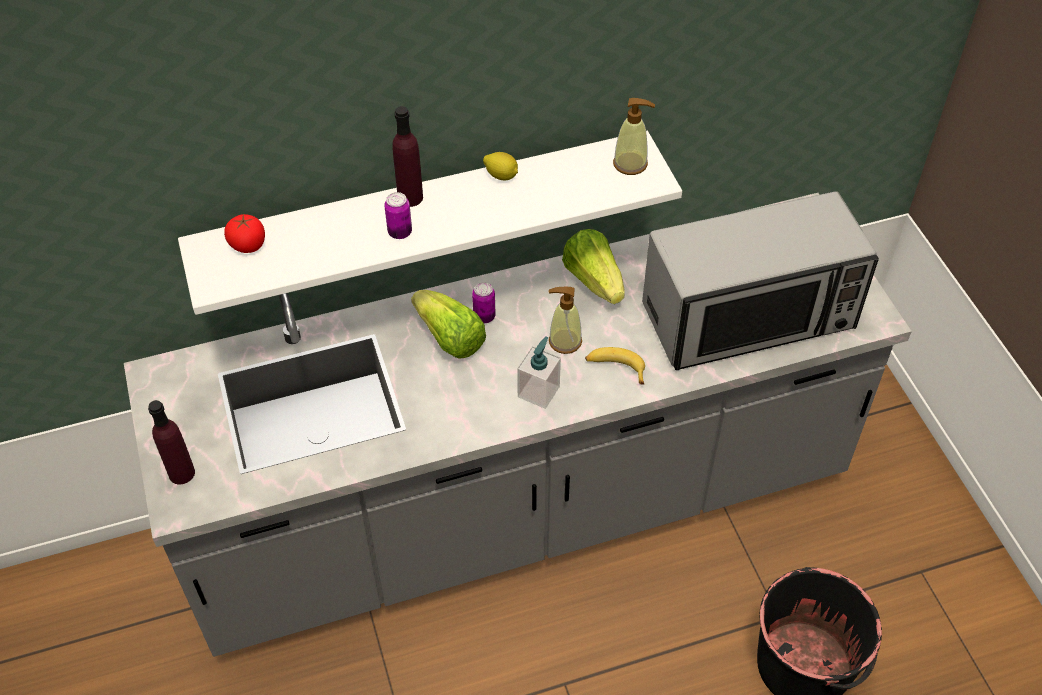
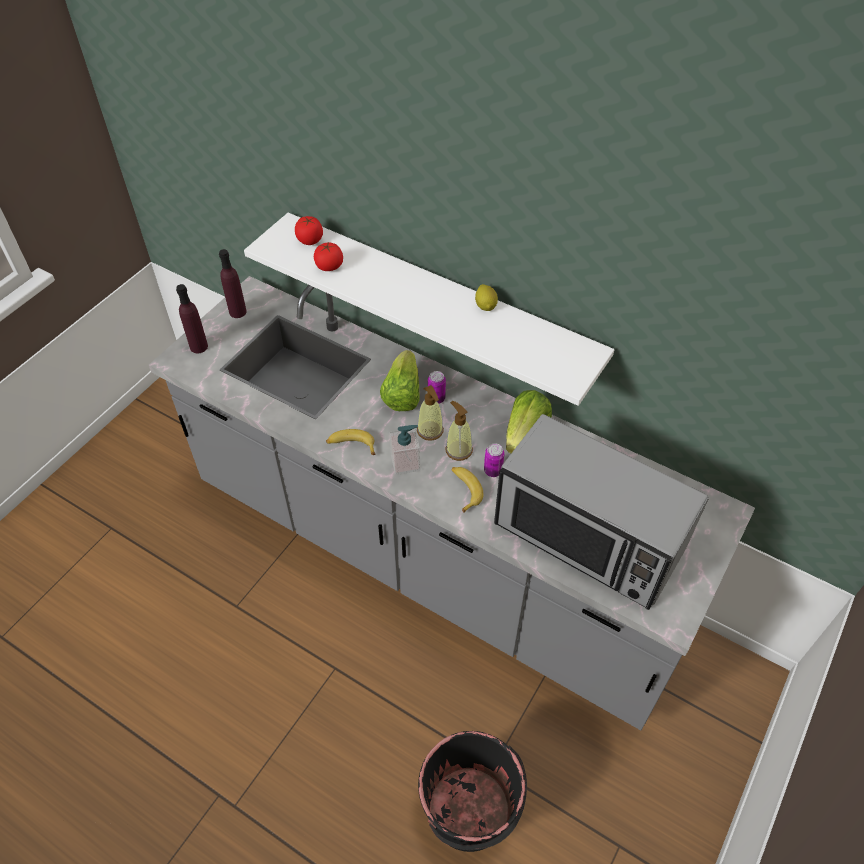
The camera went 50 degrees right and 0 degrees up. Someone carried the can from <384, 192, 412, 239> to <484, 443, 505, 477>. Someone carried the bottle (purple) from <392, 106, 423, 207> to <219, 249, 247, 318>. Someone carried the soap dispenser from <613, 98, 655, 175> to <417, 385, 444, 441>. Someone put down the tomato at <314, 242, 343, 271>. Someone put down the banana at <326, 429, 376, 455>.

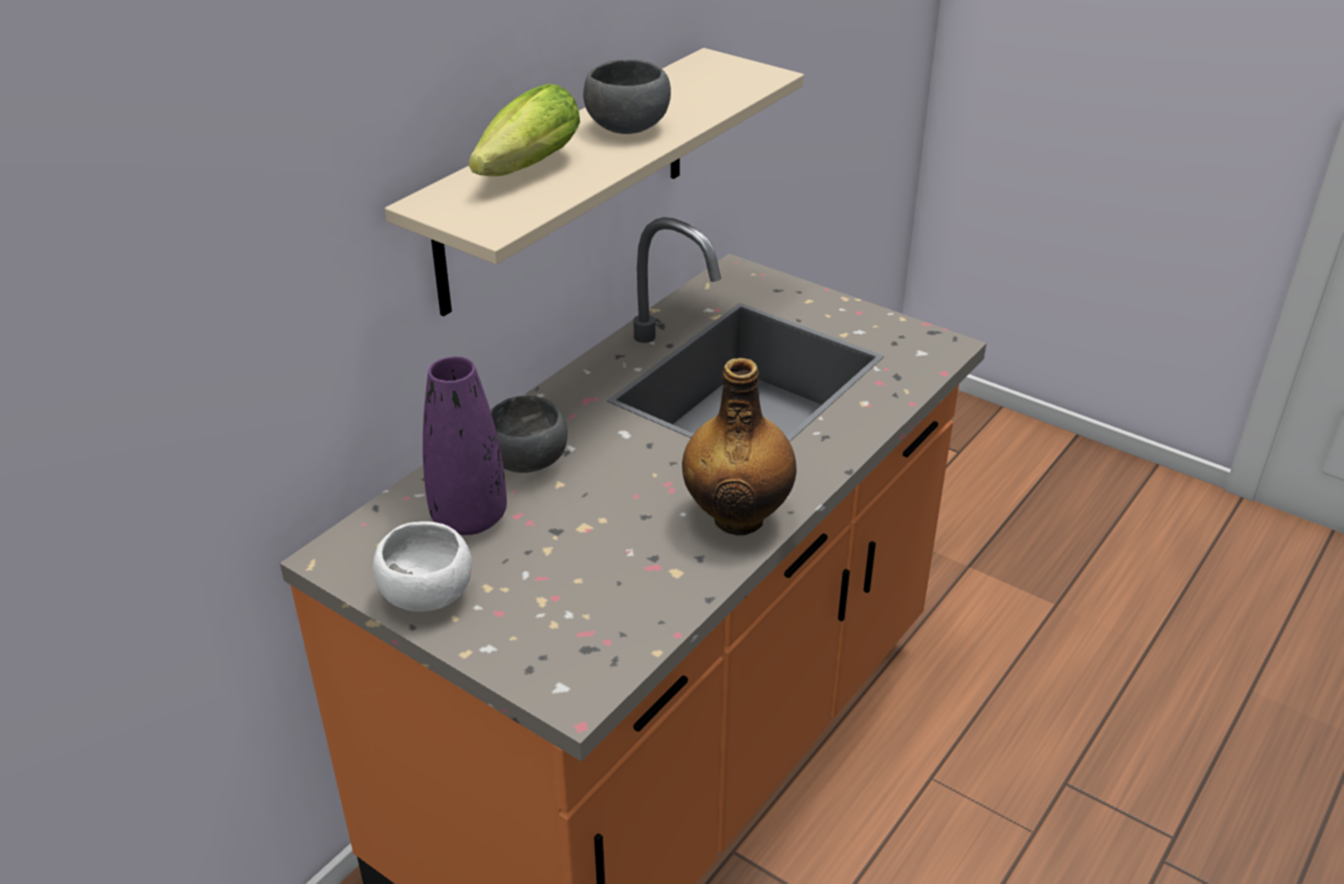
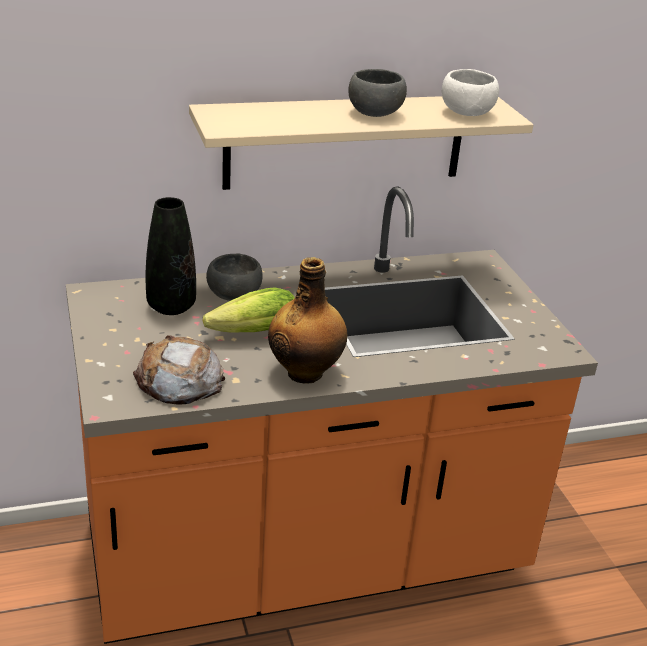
The camera went 35 degrees right and 5 degrees down. Someone carried the bowl (white) from <373, 521, 472, 612> to <442, 69, 499, 116>. Someone repainted the vase (purple) at <423, 357, 507, 535>, which became the vase (black) at <146, 197, 196, 315>. Someone carried the lettuce from <469, 84, 580, 176> to <202, 287, 295, 333>. Someone put down the bread at <133, 335, 225, 405>.

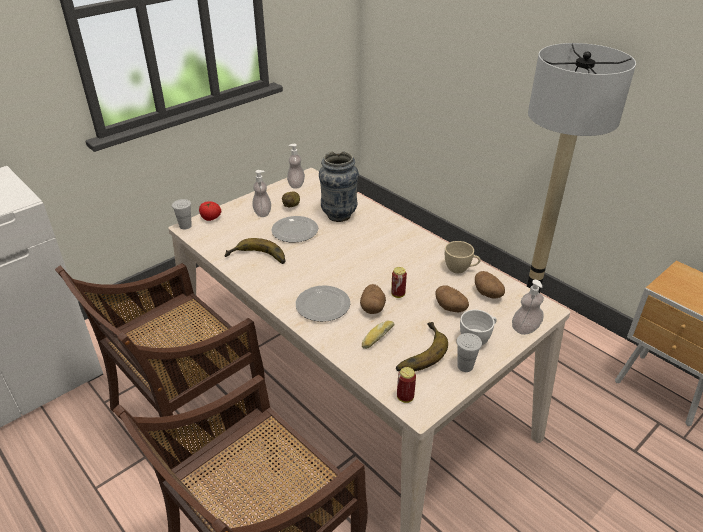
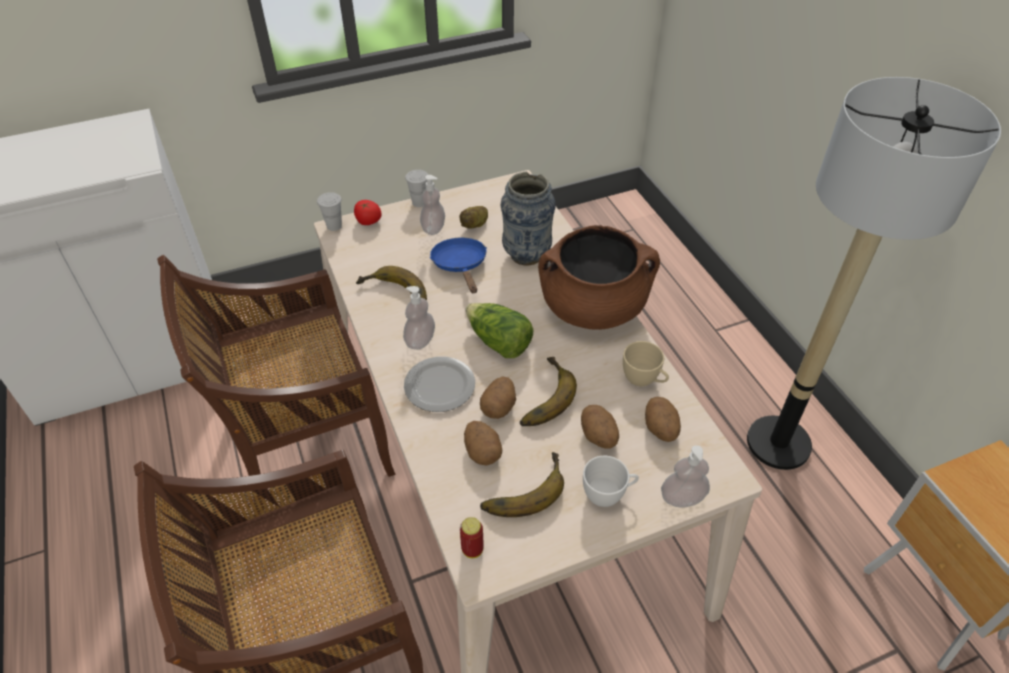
The camera went 20 degrees right and 10 degrees up. Someone swapped the plate at <271, 216, 318, 243> for the frying pan (blue) at <430, 238, 487, 293>. Someone carried the soap dispenser from <287, 144, 305, 189> to <403, 286, 435, 350>. Someone swapped the bread at <362, 321, 395, 349> for the potato at <464, 421, 502, 466>. Someone swapped the can at <391, 267, 407, 298> for the banana at <520, 357, 577, 426>. Someone carried the cup (white) from <456, 333, 482, 372> to <405, 170, 428, 207>. Someone put down the lettuce at <465, 303, 533, 358>. Someone put down the cooking pot (brown) at <538, 225, 660, 330>.

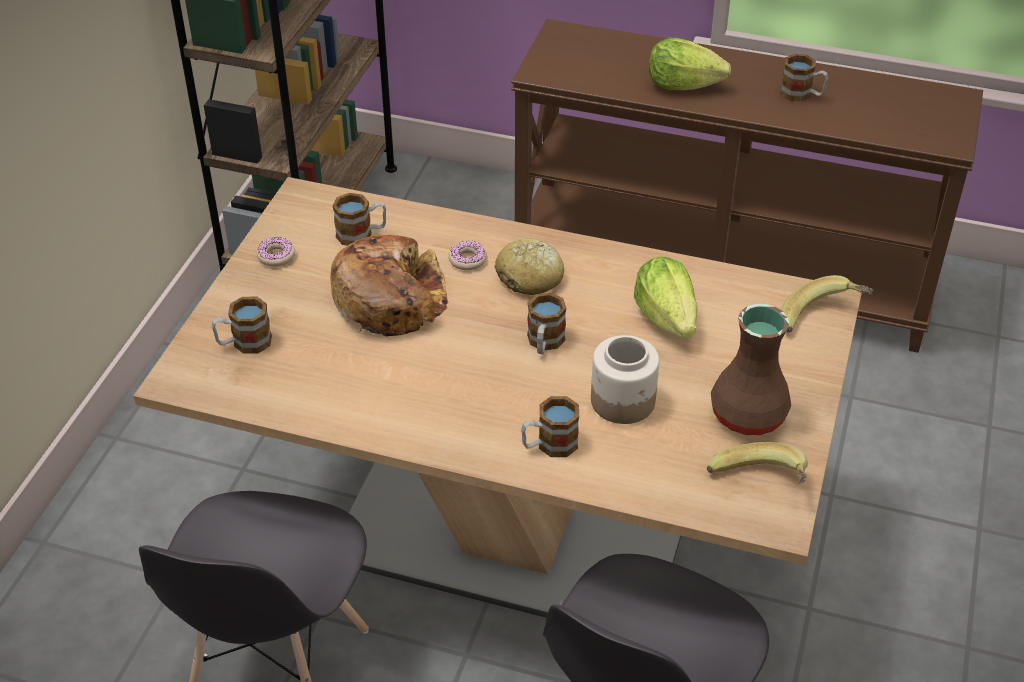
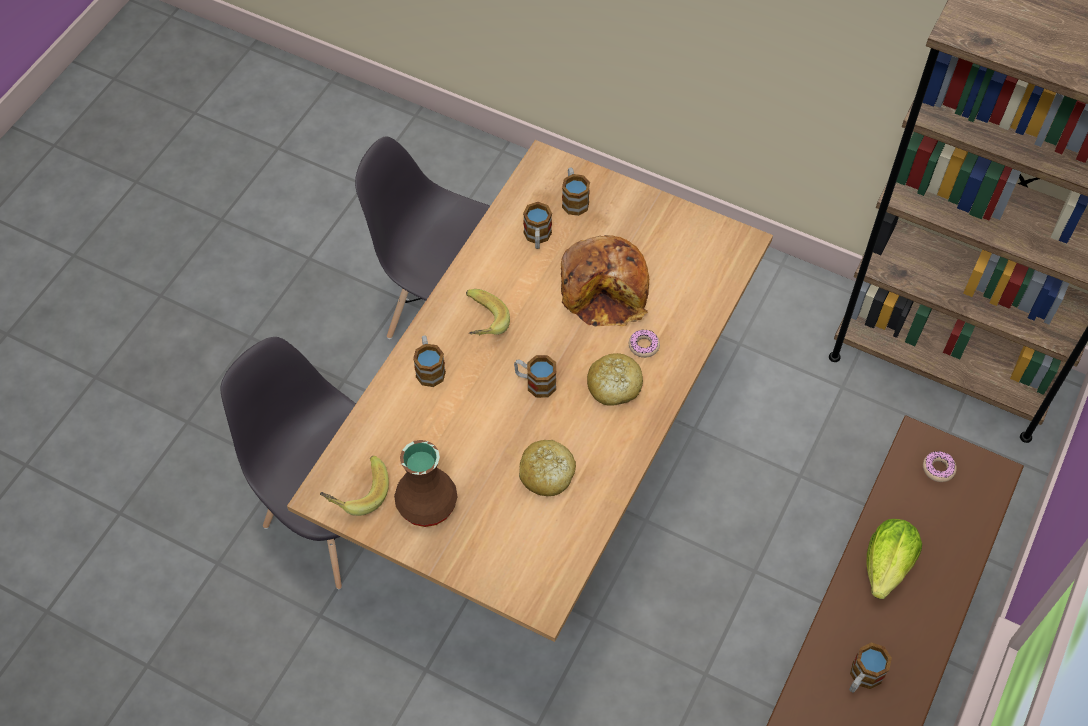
The camera went 100 degrees right and 15 degrees up. Someone carried the donut from <257, 237, 295, 267> to <923, 451, 957, 482>. Someone carried the mug from <332, 193, 386, 246> to <523, 202, 552, 249>. Someone took away the jar at <591, 335, 659, 424>. Someone swapped the lettuce at <634, 257, 698, 339> for the bread at <519, 440, 576, 496>. Someone carried the banana from <781, 275, 874, 333> to <466, 289, 510, 336>.

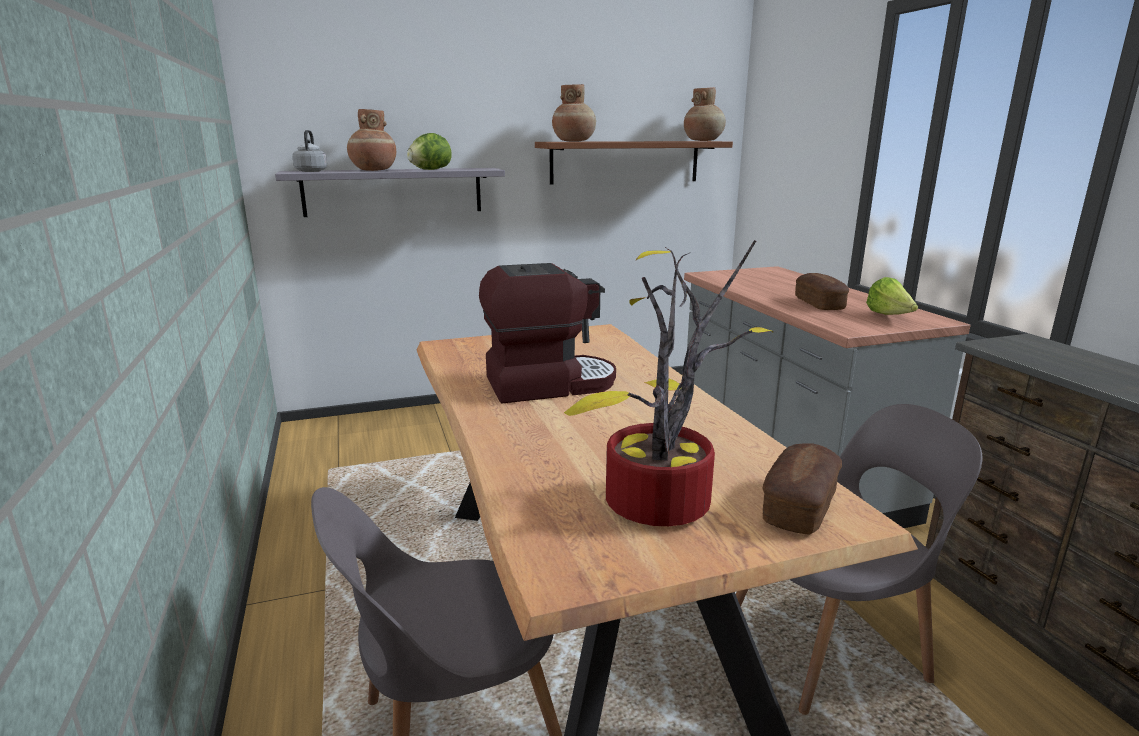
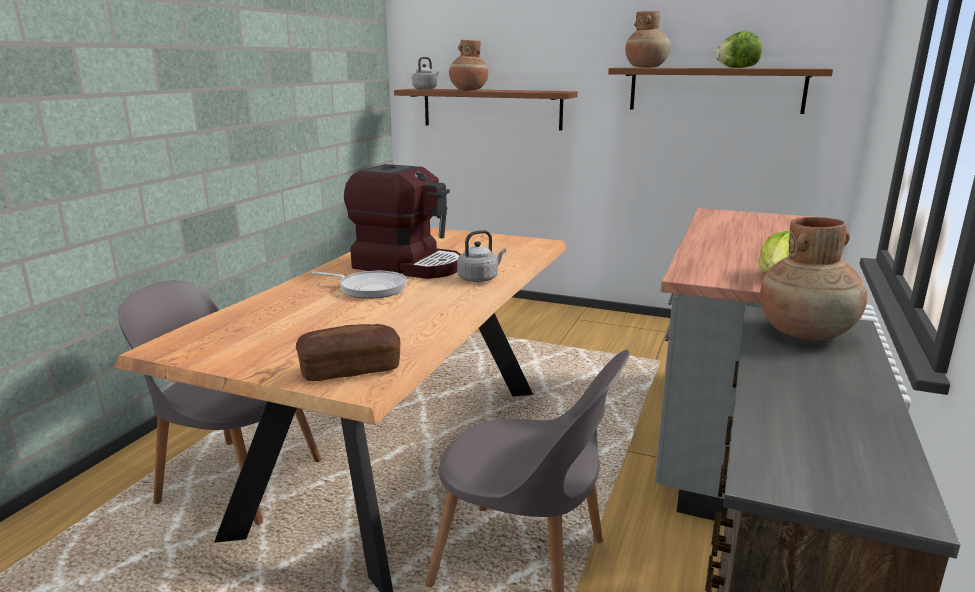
The camera went 40 degrees right and 0 degrees up. Someone repainted the shelf (grey) at <275, 168, 505, 217>, which became the shelf (brown) at <394, 88, 578, 131>. Someone carried the lettuce from <407, 133, 452, 170> to <715, 31, 762, 68>. Someone took away the potted plant at <564, 240, 773, 526>. Someone carried the vase (brown) from <684, 87, 726, 141> to <760, 217, 867, 340>. Someone took away the bread at <795, 273, 849, 310>. Someone put down the frying pan at <312, 271, 407, 299>. Someone put down the kettle (grey) at <457, 230, 506, 282>.

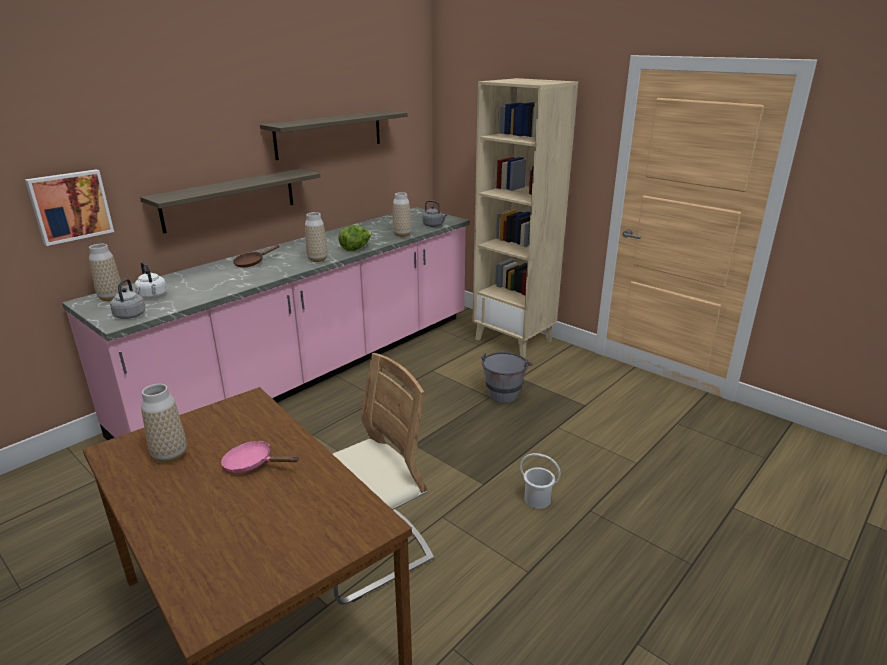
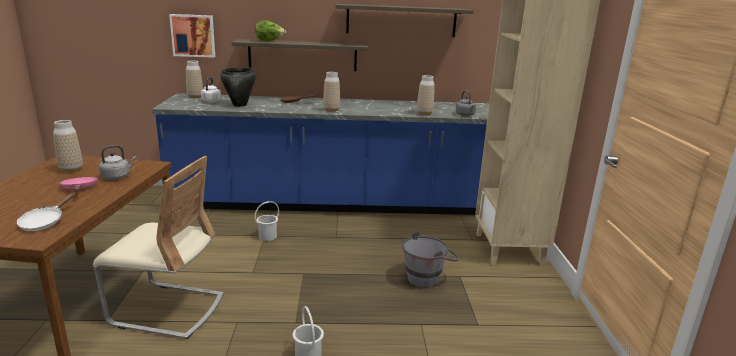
The camera went 45 degrees right and 5 degrees down. Someone repainted the counter (pink) at <62, 207, 470, 440>, which became the counter (blue) at <152, 93, 489, 215>. Someone carried the kettle (grey) from <110, 279, 145, 319> to <99, 145, 136, 180>. Someone carried the lettuce from <338, 225, 372, 251> to <255, 20, 286, 42>. Someone put down the frying pan (white) at <17, 192, 75, 231>. Someone put down the cooking pot (black) at <220, 68, 256, 107>. Someone put down the bucket (white) at <254, 201, 279, 241>.

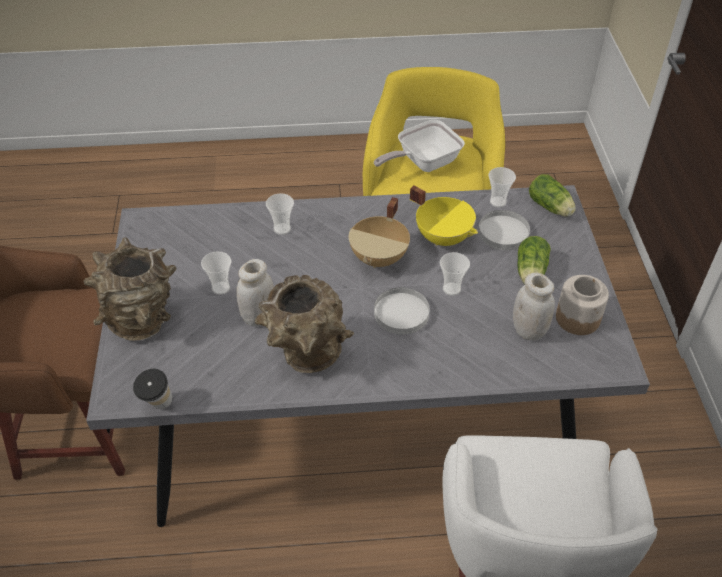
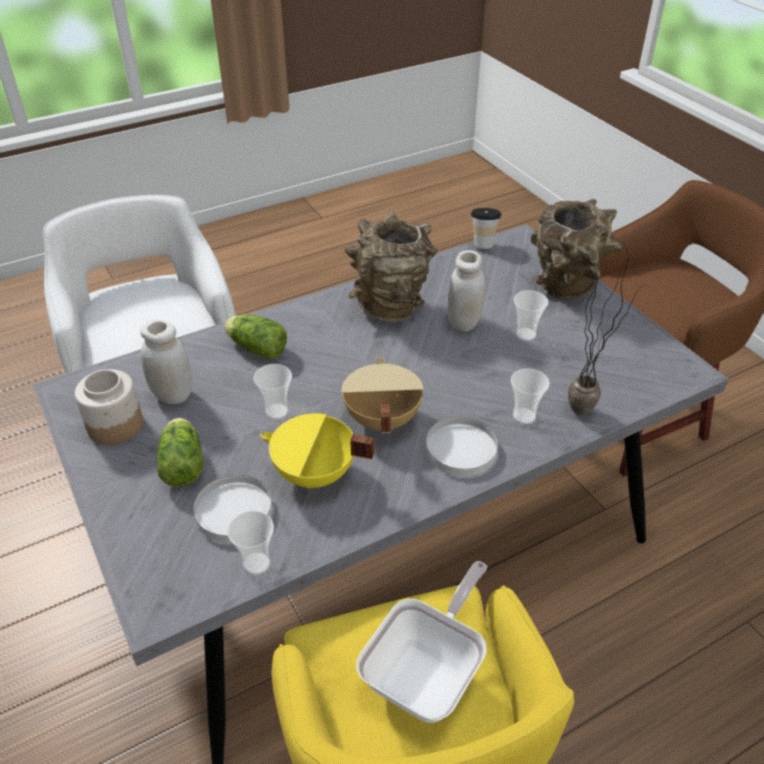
The camera went 155 degrees right and 5 degrees down. Someone carried the plate (white) from <374, 287, 430, 334> to <426, 417, 498, 476>. Someone carried the lettuce from <529, 174, 576, 216> to <224, 315, 287, 359>. Someone put down the potted plant at <568, 242, 644, 415>.

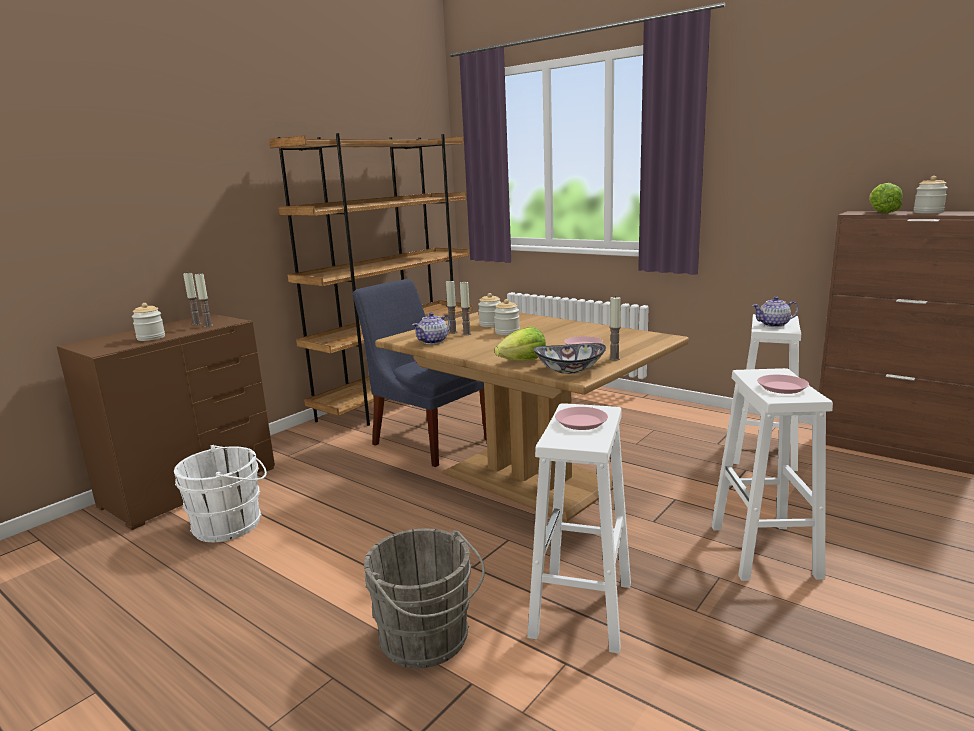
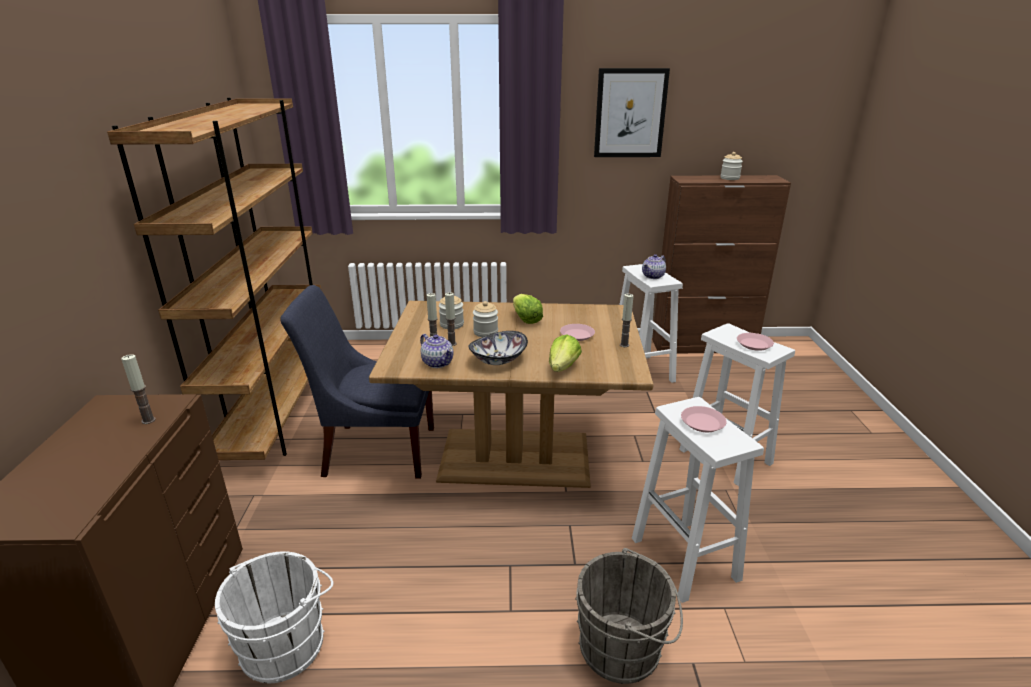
The camera went 40 degrees left and 10 degrees up. Someone took away the jar at <132, 303, 165, 341>. Someone took away the candle at <183, 272, 202, 325>. Someone rotated the teapot at <412, 312, 451, 344> by 45 degrees counterclockwise. Someone carried the bowl from <533, 343, 606, 374> to <468, 331, 528, 365>. Someone carried the lettuce from <869, 183, 903, 213> to <513, 294, 543, 324>. Someone put up the picture at <594, 68, 670, 157>.

